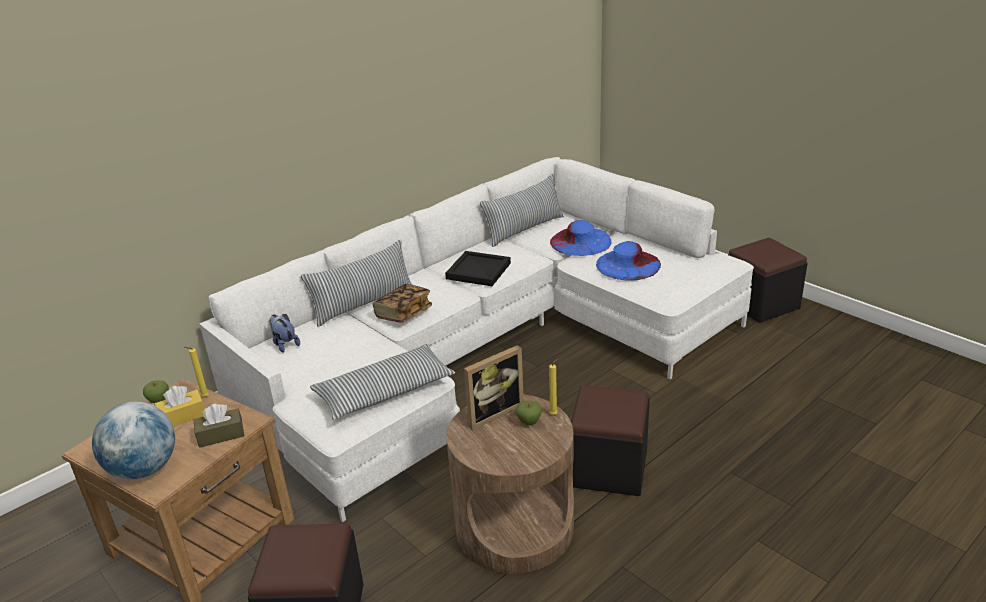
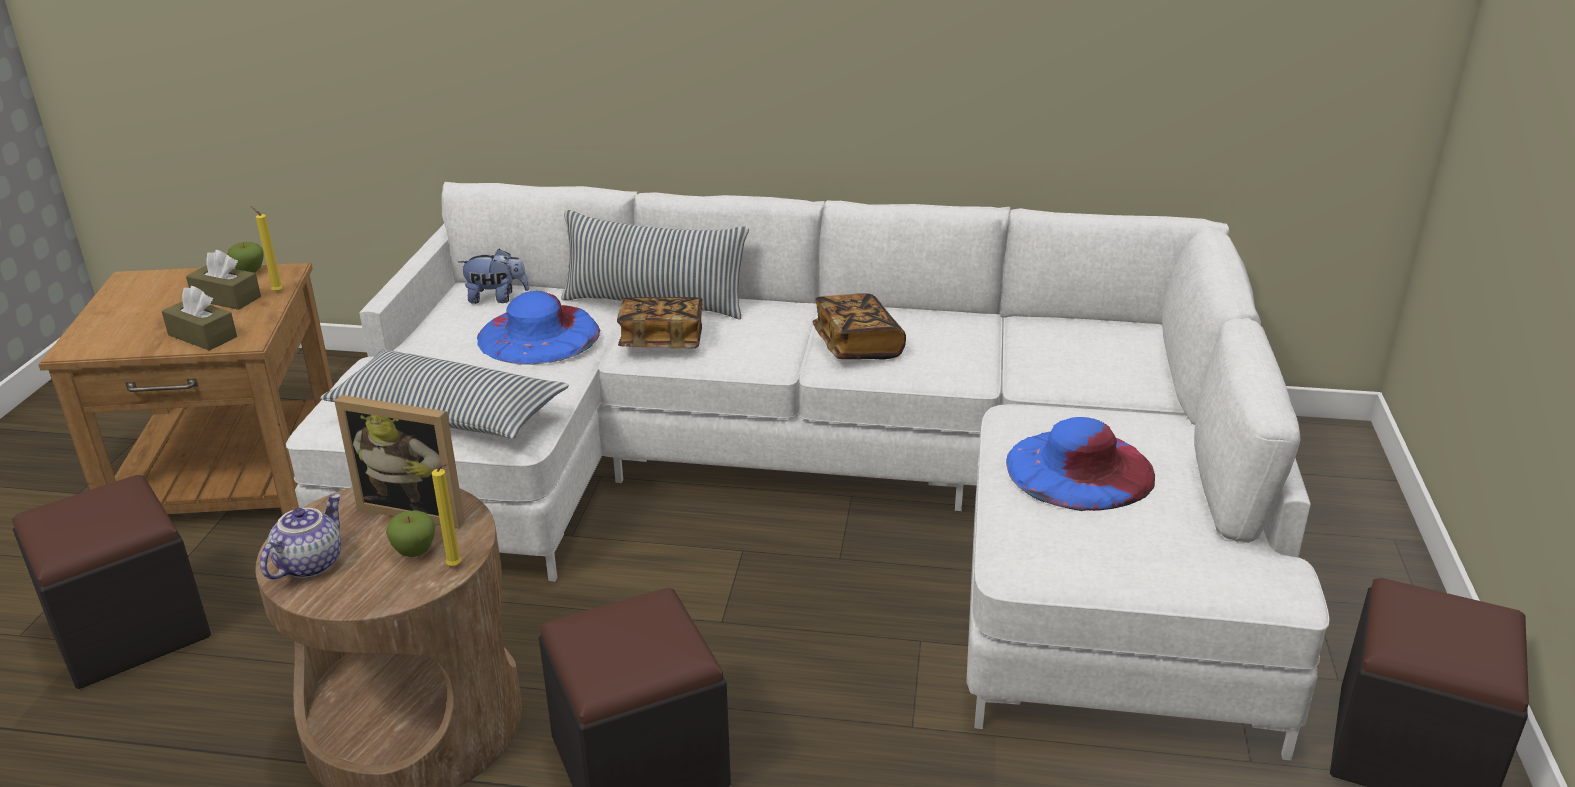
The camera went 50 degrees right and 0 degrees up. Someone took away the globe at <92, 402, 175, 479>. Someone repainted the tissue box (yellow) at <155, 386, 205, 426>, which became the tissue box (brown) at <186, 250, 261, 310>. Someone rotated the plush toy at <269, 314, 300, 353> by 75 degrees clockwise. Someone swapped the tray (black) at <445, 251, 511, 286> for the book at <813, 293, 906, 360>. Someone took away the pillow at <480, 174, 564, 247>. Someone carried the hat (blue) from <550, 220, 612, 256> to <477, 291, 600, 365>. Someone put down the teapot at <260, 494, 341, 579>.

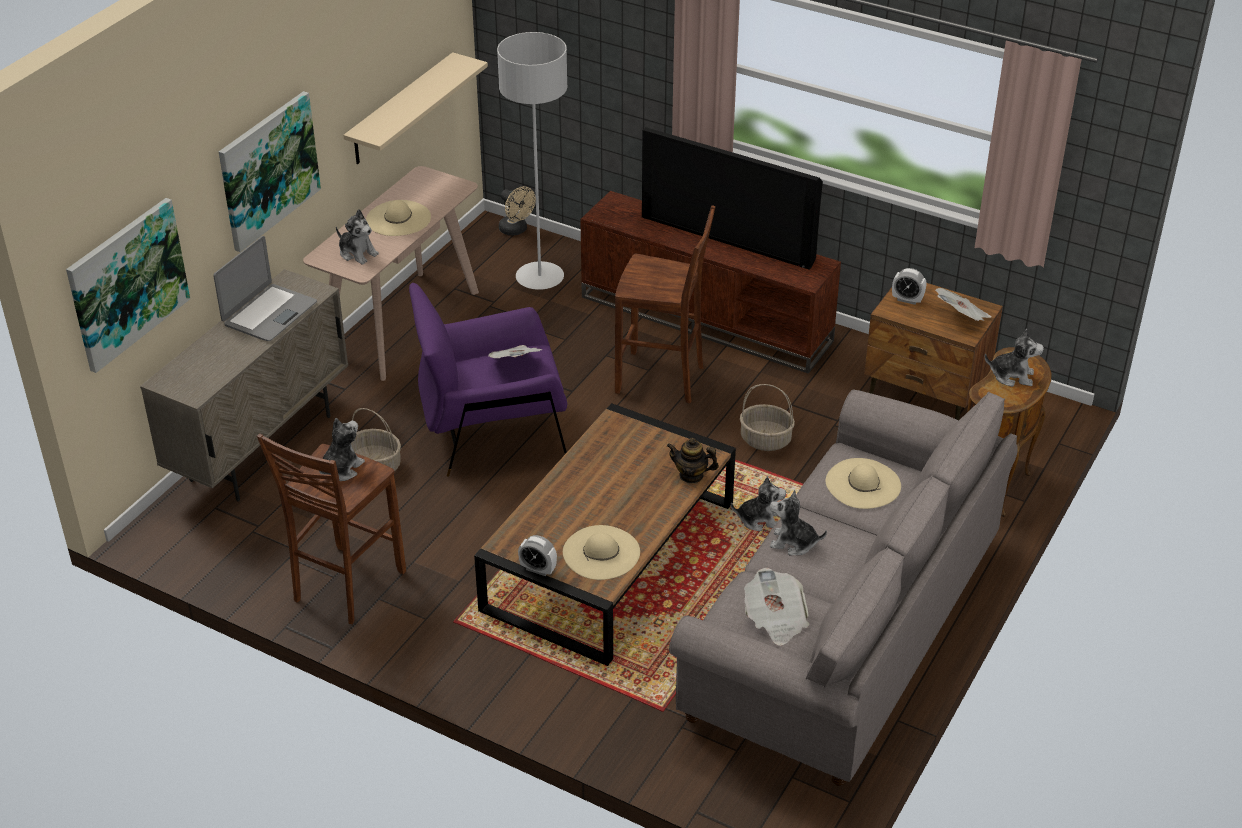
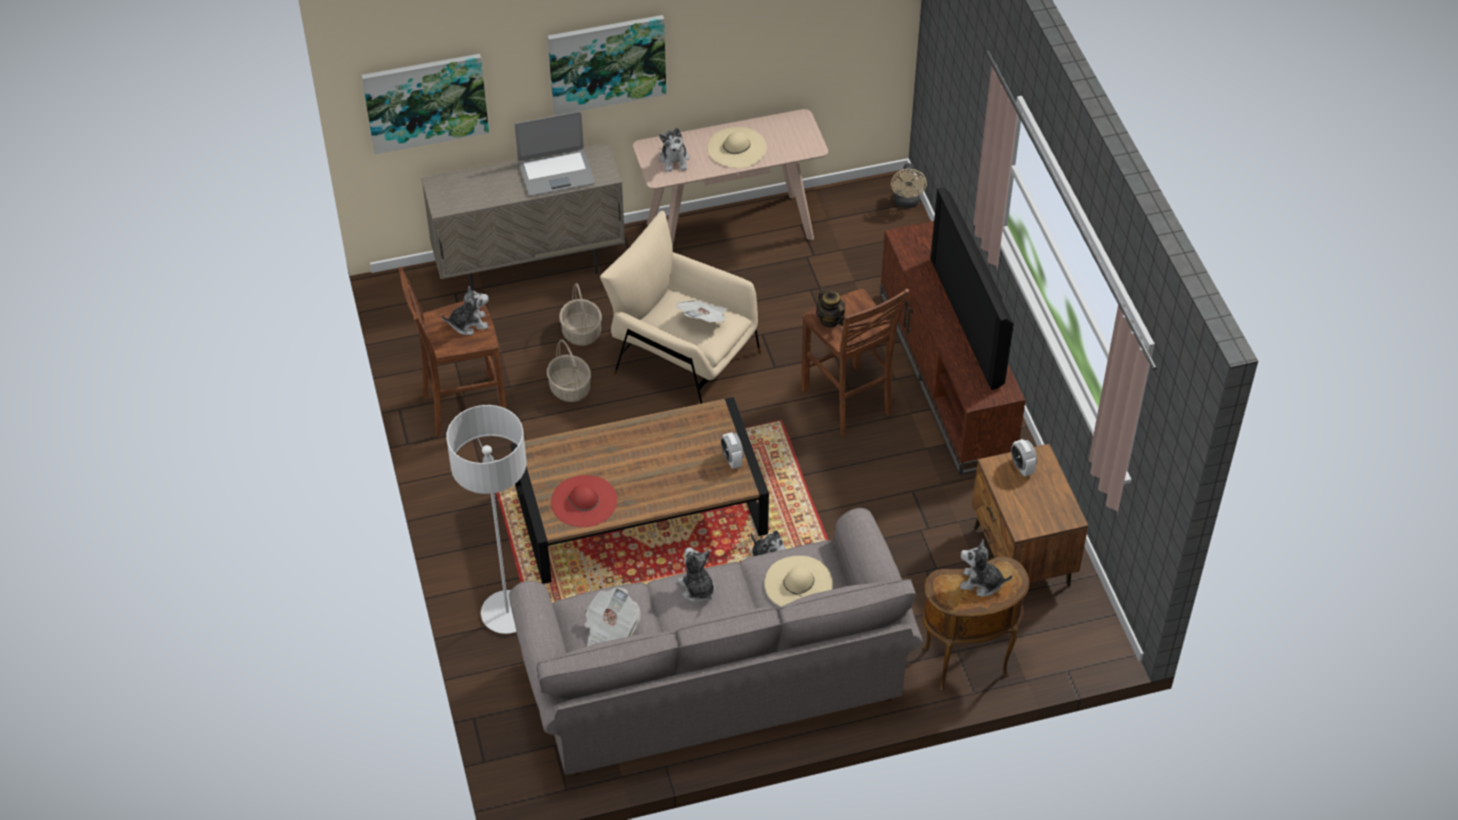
The camera went 45 degrees right and 10 degrees up. Someone took away the shelf (beige) at <343, 52, 488, 164>. Someone repainted the armchair (purple) at <409, 283, 567, 477>, which became the armchair (beige) at <600, 211, 761, 404>. Someone carried the floor lamp (grey) from <497, 32, 567, 290> to <446, 405, 526, 634>. Someone carried the alarm clock from <518, 535, 557, 576> to <721, 432, 744, 469>. Someone repainted the hat (beige) at <563, 525, 640, 580>, which became the hat (red) at <551, 475, 617, 527>. Someone carried the teapot from <667, 438, 719, 484> to <816, 285, 845, 328>. Someone carried the basket from <740, 384, 795, 451> to <547, 339, 591, 402>. Someone took away the newspaper at <936, 288, 992, 321>. Someone rotated the plush toy at <985, 329, 1044, 387> by 135 degrees clockwise.

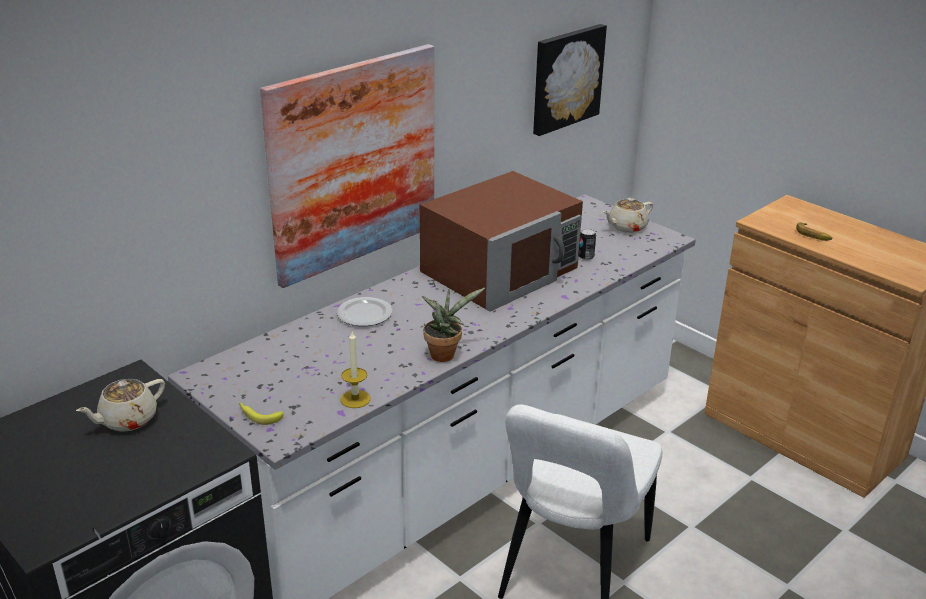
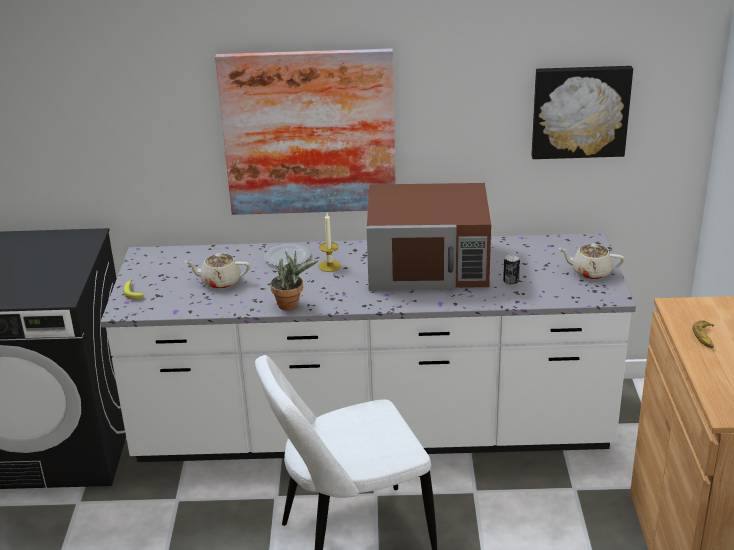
The camera went 45 degrees right and 0 degrees up. Someone carried the teapot (beige) from <76, 379, 165, 432> to <185, 253, 250, 289>. Someone carried the candle from <341, 332, 370, 408> to <319, 213, 341, 272>.

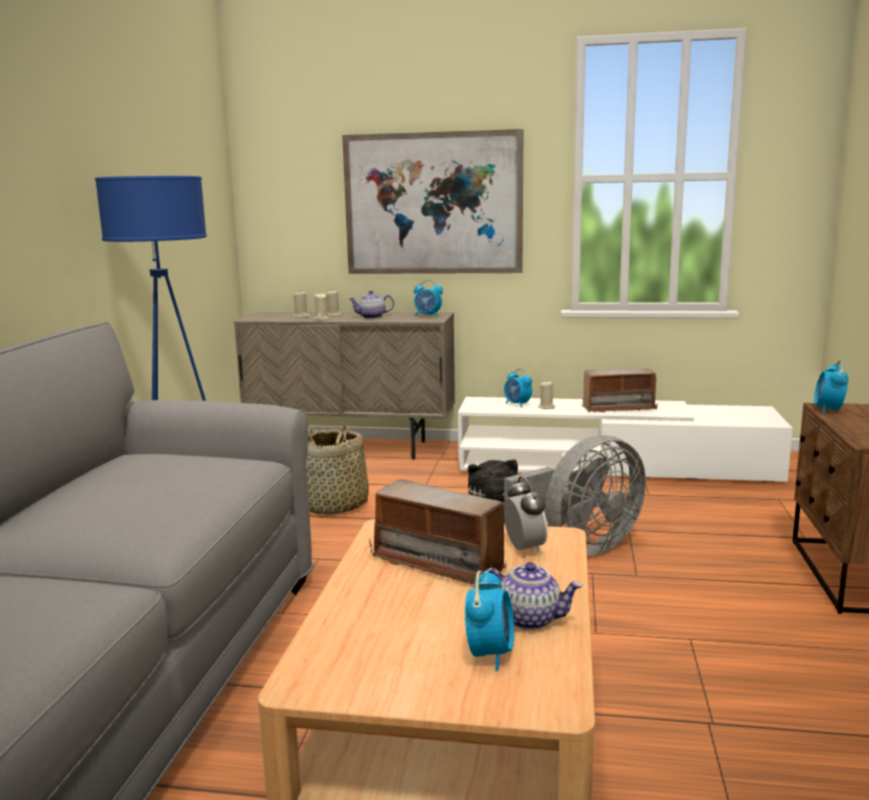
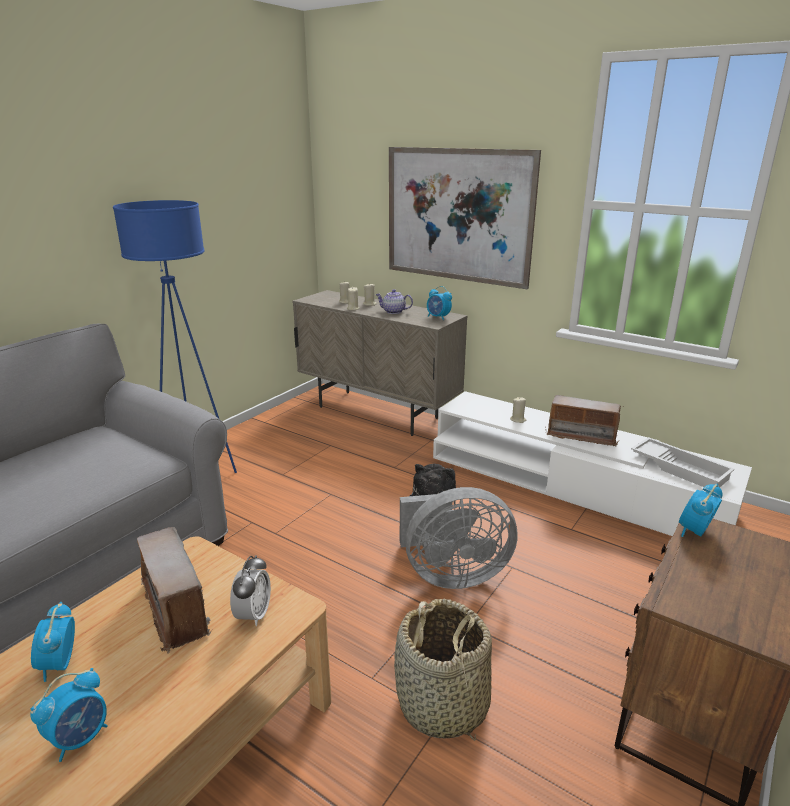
The camera went 25 degrees right and 10 degrees up. Someone carried the basket from <306, 425, 369, 515> to <394, 599, 492, 741>. Someone took away the teapot at <487, 562, 583, 630>. Someone carried the alarm clock from <504, 369, 532, 408> to <31, 602, 75, 682>. Someone put down the tray (white) at <631, 437, 735, 487>.

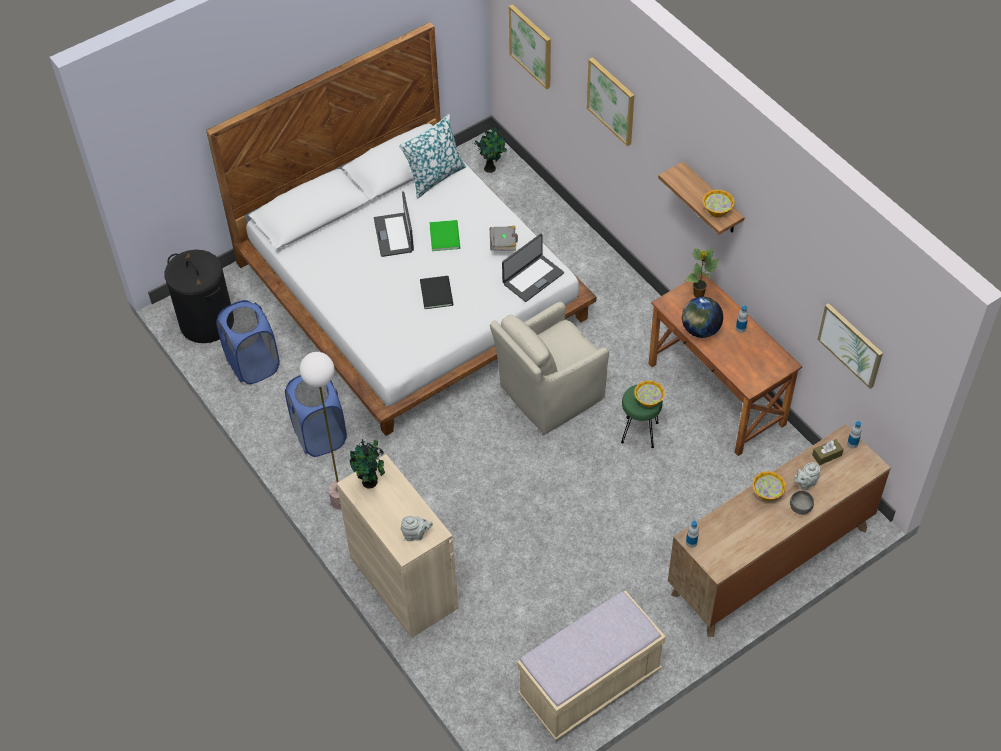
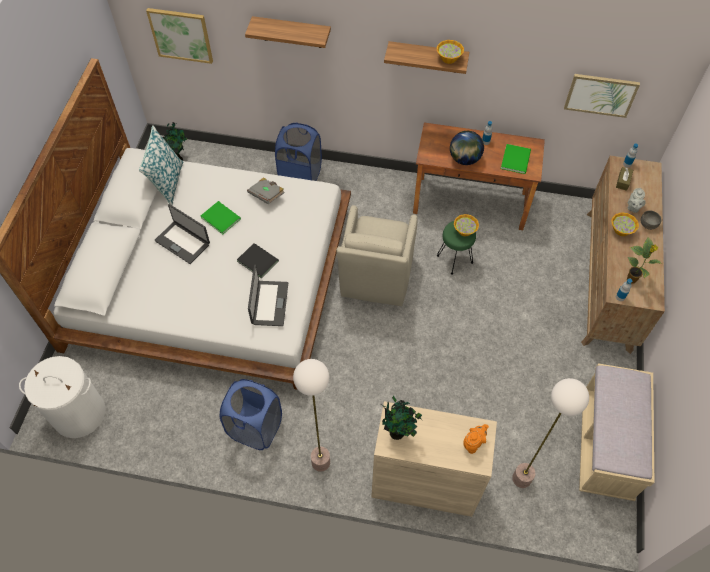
The camera went 45 degrees left and 5 degrees up. Someone repainted the laundry basket (black) at <164, 250, 231, 343>, which became the laundry basket (white) at <19, 356, 105, 438>. Someone carried the laundry basket (blue) from <216, 300, 280, 384> to <275, 123, 322, 181>. Someone repainted the teapot (grey) at <401, 516, 433, 541>, which became the teapot (orange) at <464, 424, 489, 454>. Someone carried the laptop from <502, 234, 564, 302> to <248, 265, 288, 326>. Someone swapped the picture at <587, 57, 634, 146> for the shelf at <245, 16, 331, 48>. Someone carried the potted plant from <685, 248, 719, 297> to <627, 237, 662, 283>. Someone put down the book (green) at <501, 144, 531, 174>. Someone put down the floor lamp at <512, 378, 589, 488>.

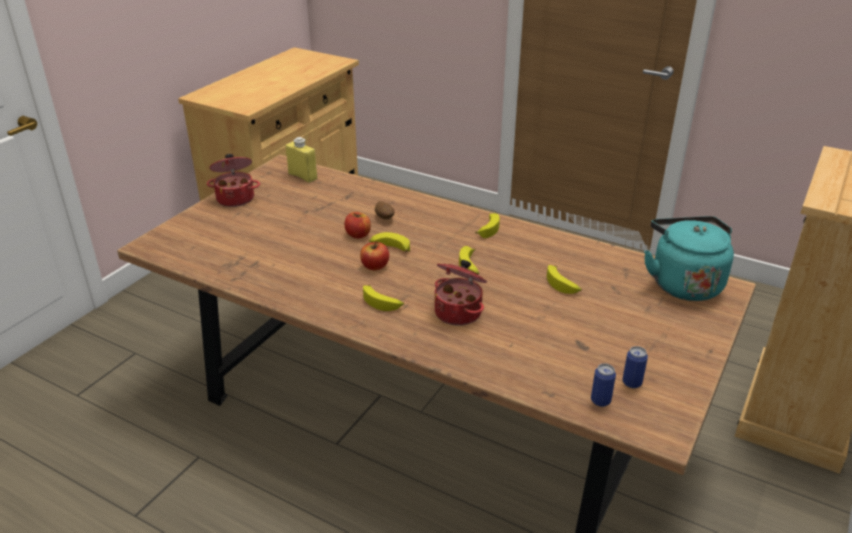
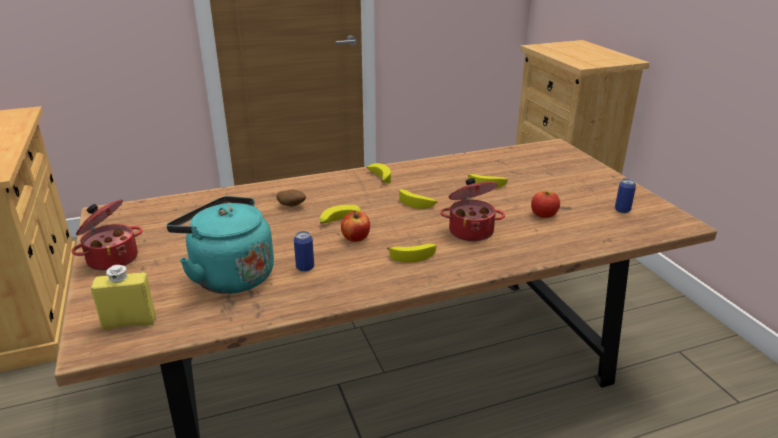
The camera went 50 degrees left and 5 degrees down. Someone carried the bottle (yellow) from <286, 137, 317, 183> to <91, 265, 156, 330>. Someone carried the apple from <345, 212, 371, 238> to <531, 191, 560, 218>. Someone carried the can from <591, 363, 616, 407> to <294, 231, 314, 272>. Someone carried the kettle (turquoise) from <644, 216, 734, 301> to <166, 196, 274, 294>.

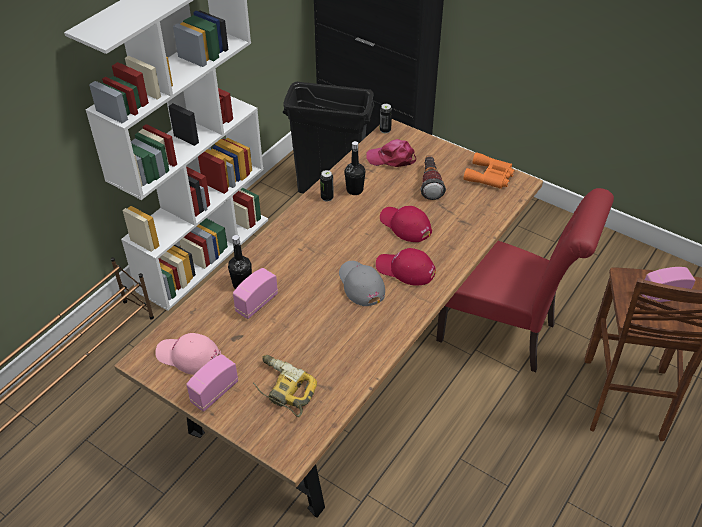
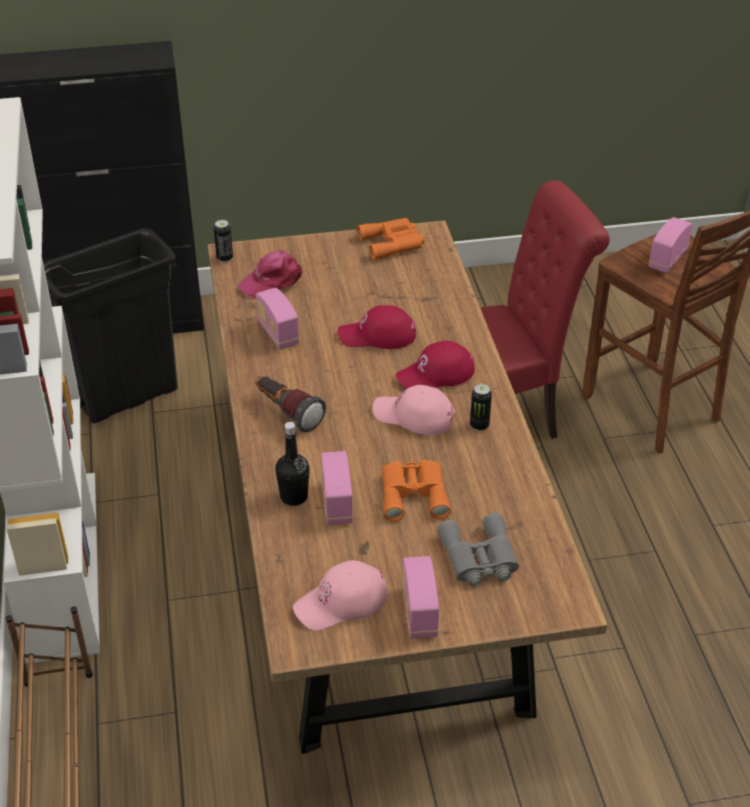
The camera went 45 degrees left and 5 degrees down. Someone swapped the power drill at <253, 355, 317, 417> for the binoculars (grey) at <437, 513, 519, 586>. Someone carried the can from <320, 170, 334, 202> to <470, 384, 492, 431>. Someone repainted the cap (grey) at <339, 261, 385, 306>, which became the cap (pink) at <372, 385, 456, 435>. Someone swapped the bottle (black) at <345, 141, 365, 195> for the radio at <255, 288, 299, 349>. Someone carried the flashlight from <420, 155, 446, 200> to <255, 376, 326, 432>. Someone put down the binoculars (orange) at <382, 460, 451, 522>.

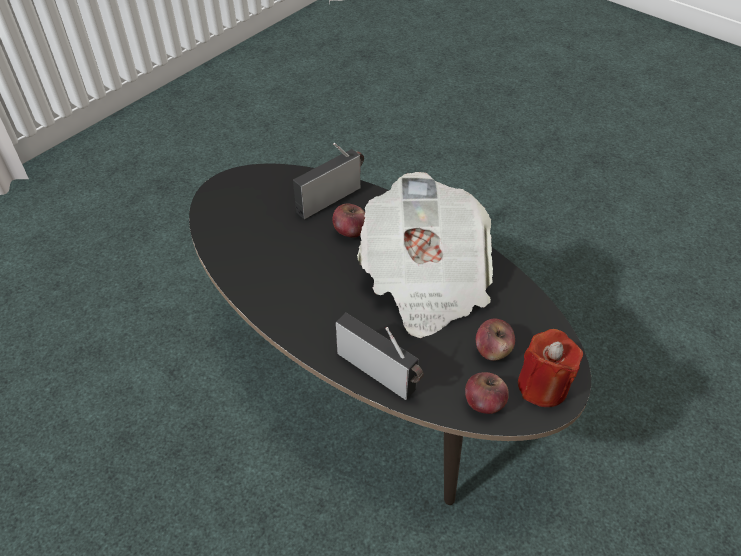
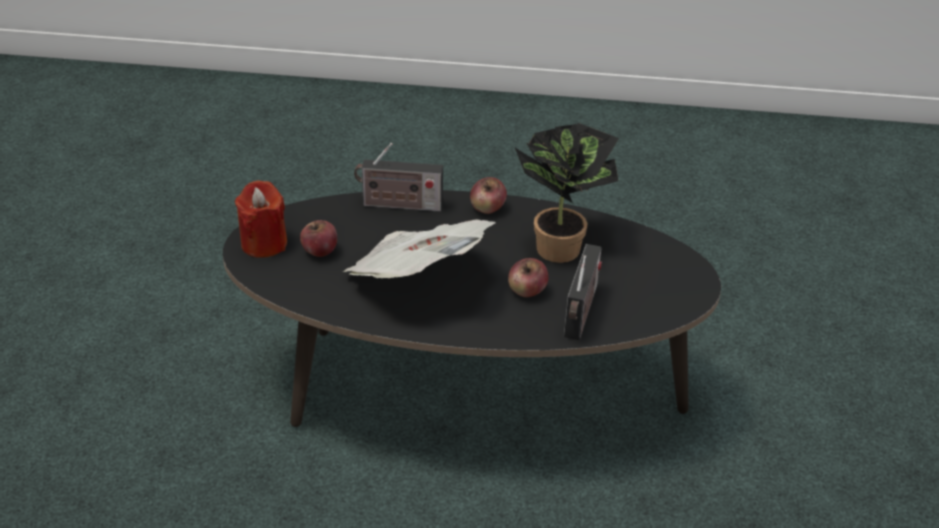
The camera went 145 degrees right and 10 degrees down. Someone carried the apple from <465, 372, 509, 414> to <470, 177, 507, 214>. Someone put down the potted plant at <515, 123, 619, 263>.

